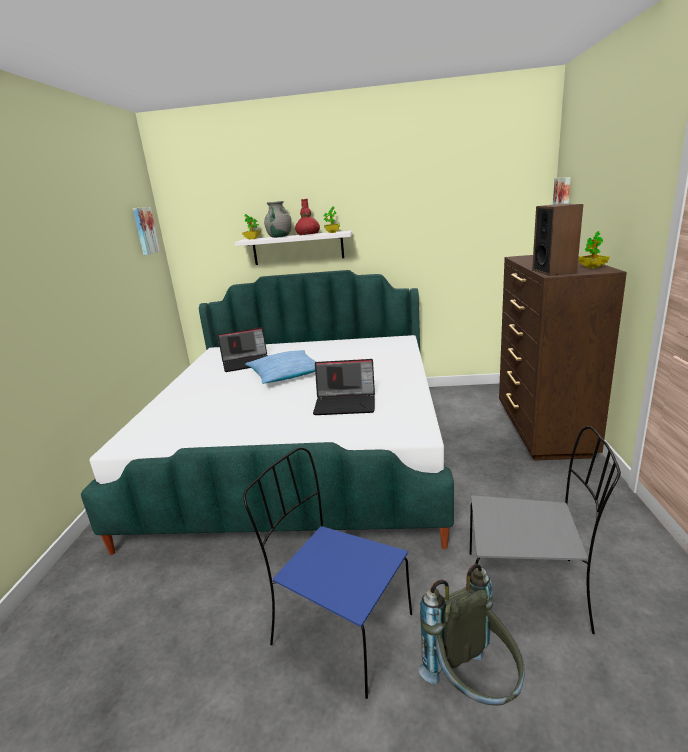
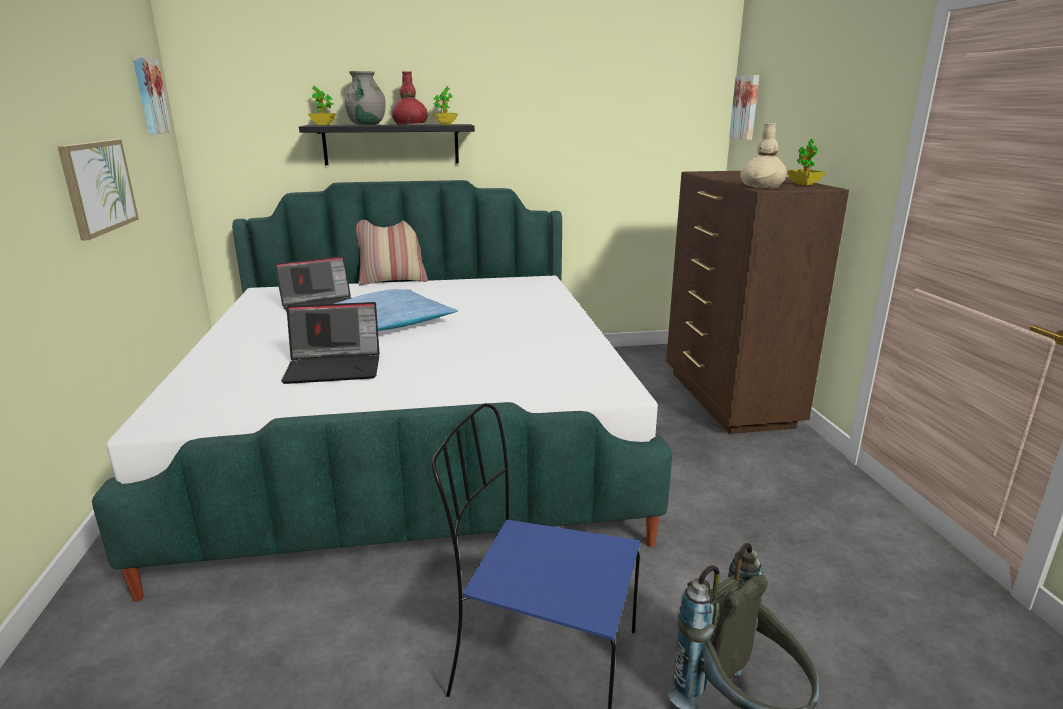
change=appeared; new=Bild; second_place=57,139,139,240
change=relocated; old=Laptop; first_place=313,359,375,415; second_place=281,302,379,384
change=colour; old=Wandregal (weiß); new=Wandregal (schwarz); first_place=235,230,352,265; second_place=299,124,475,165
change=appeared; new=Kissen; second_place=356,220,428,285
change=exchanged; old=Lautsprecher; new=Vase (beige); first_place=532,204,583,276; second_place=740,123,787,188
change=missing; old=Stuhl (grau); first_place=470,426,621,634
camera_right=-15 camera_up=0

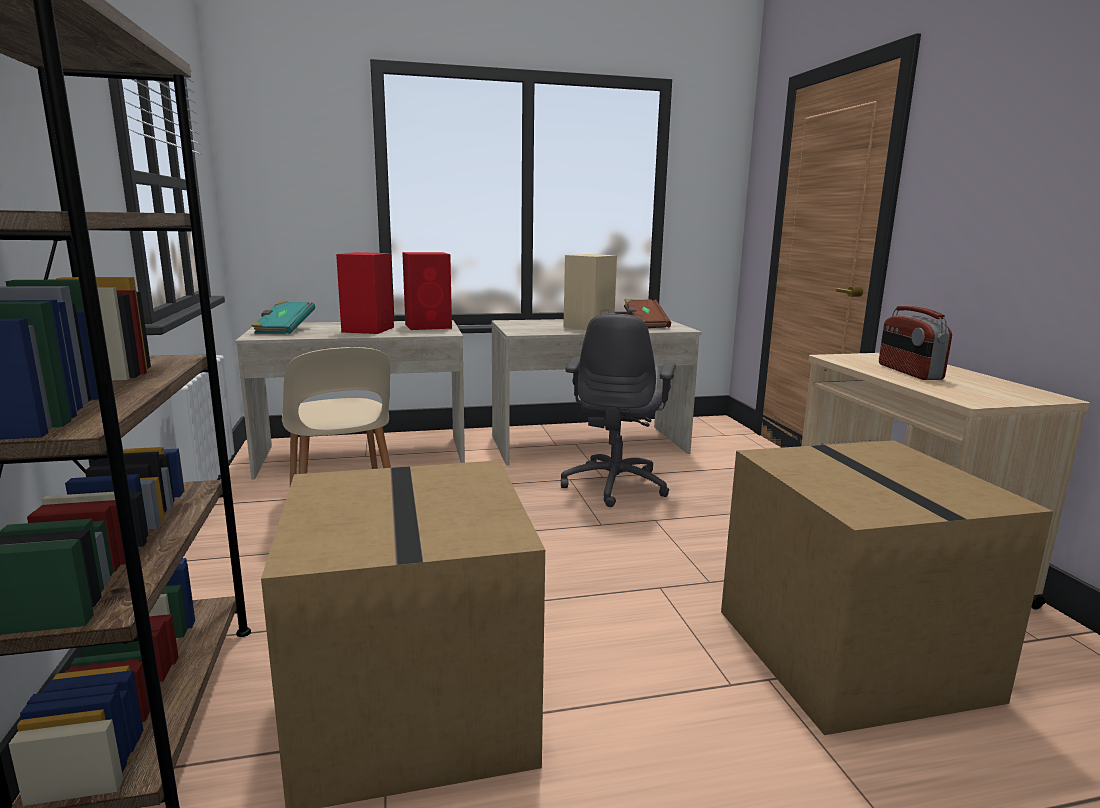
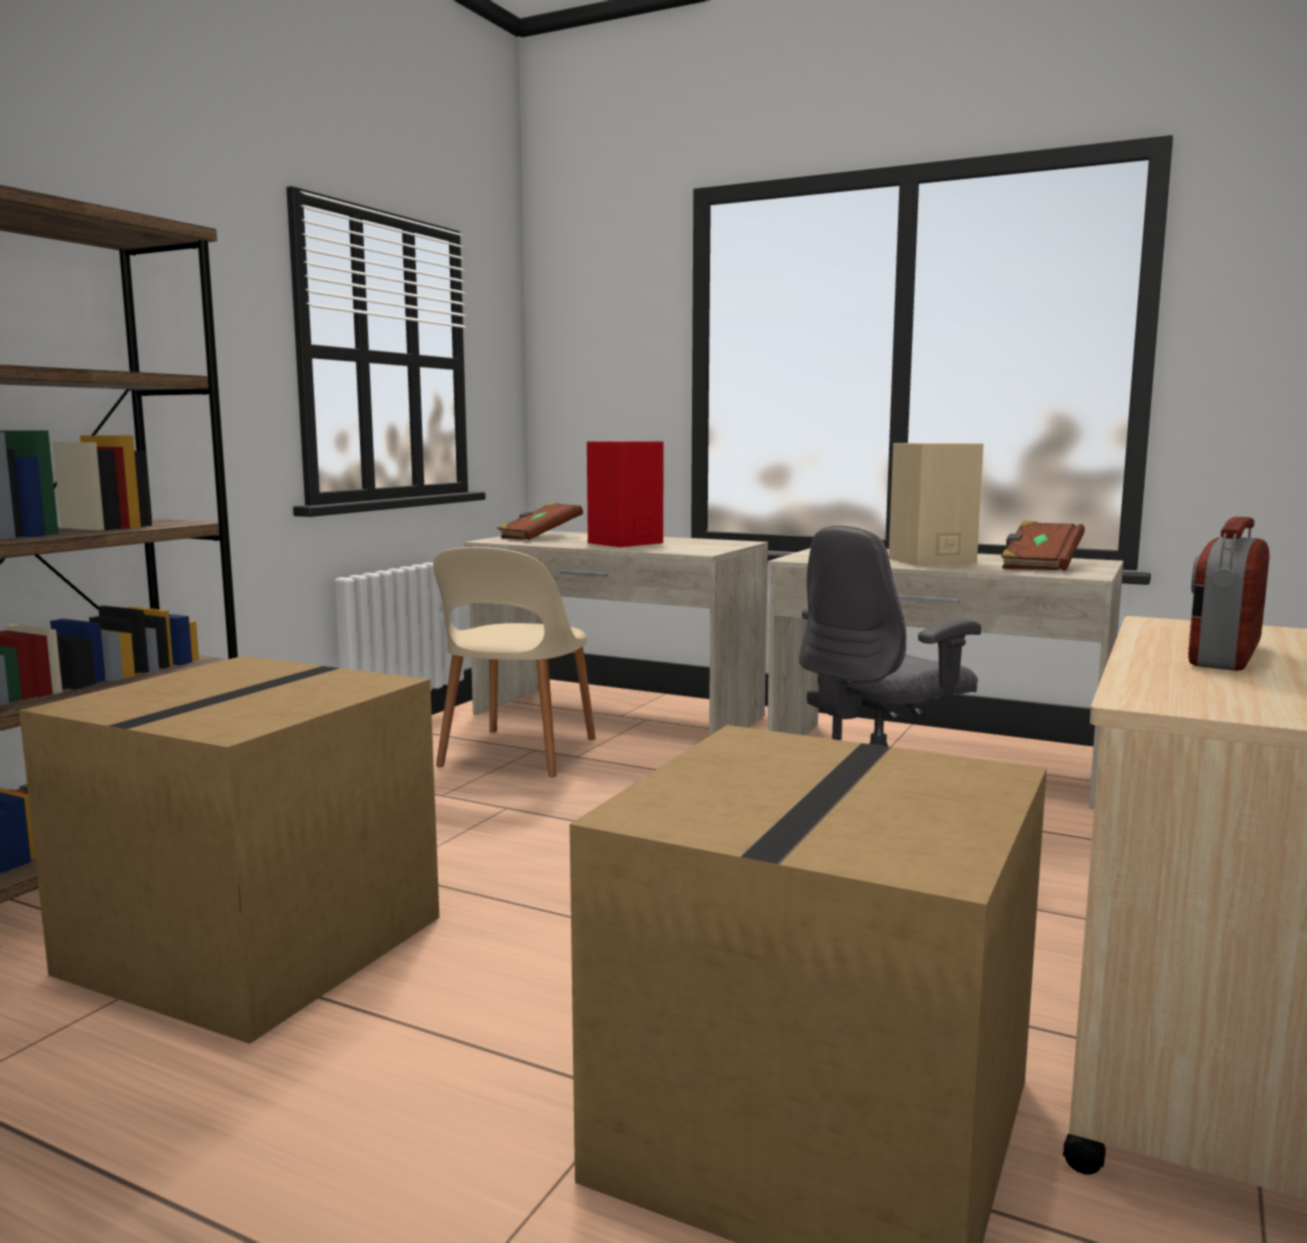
change=colour; old=Buch (türkis); new=Buch (braun); first_place=252,301,315,334; second_place=497,502,583,540
change=missing; old=Lautsprecher (rot); first_place=402,252,452,330
camera_right=40 camera_up=-5

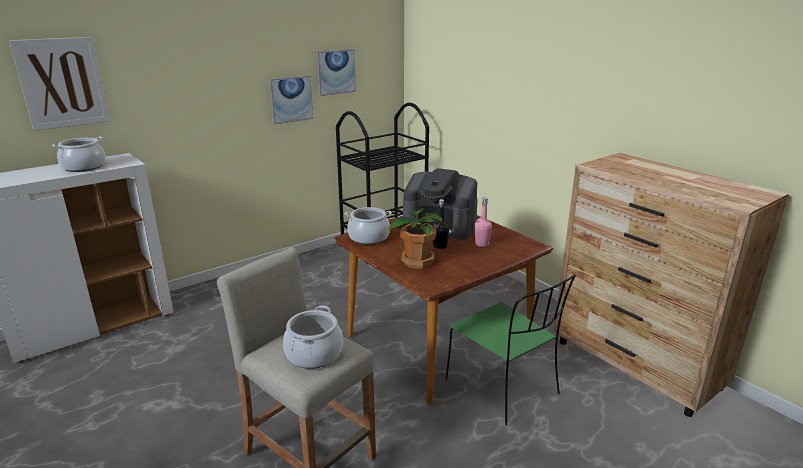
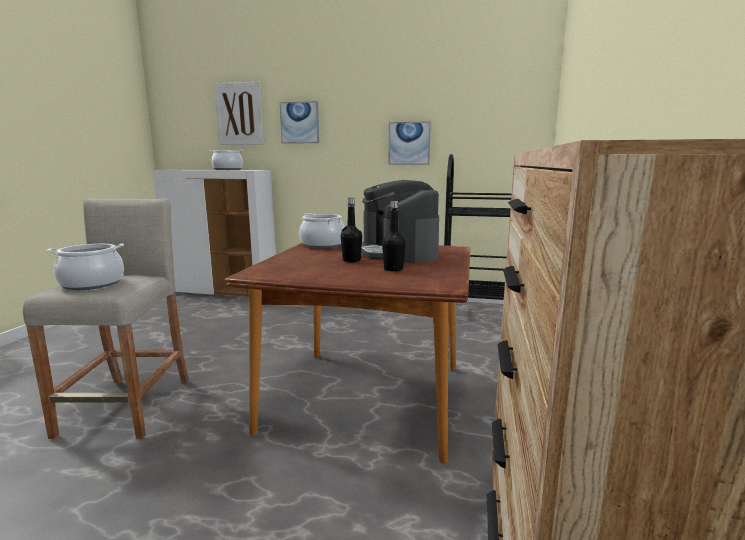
change=relocated; old=Bild; first_place=316,49,356,96; second_place=280,101,319,144
change=colour; old=Flasche (rosa); new=Flasche (schwarz); first_place=475,197,492,247; second_place=382,201,406,272
change=missing; old=Topfpflanze; first_place=388,208,442,269
change=missing; old=Stuhl (grün); first_place=445,274,576,426
camera_right=50 camera_up=-10

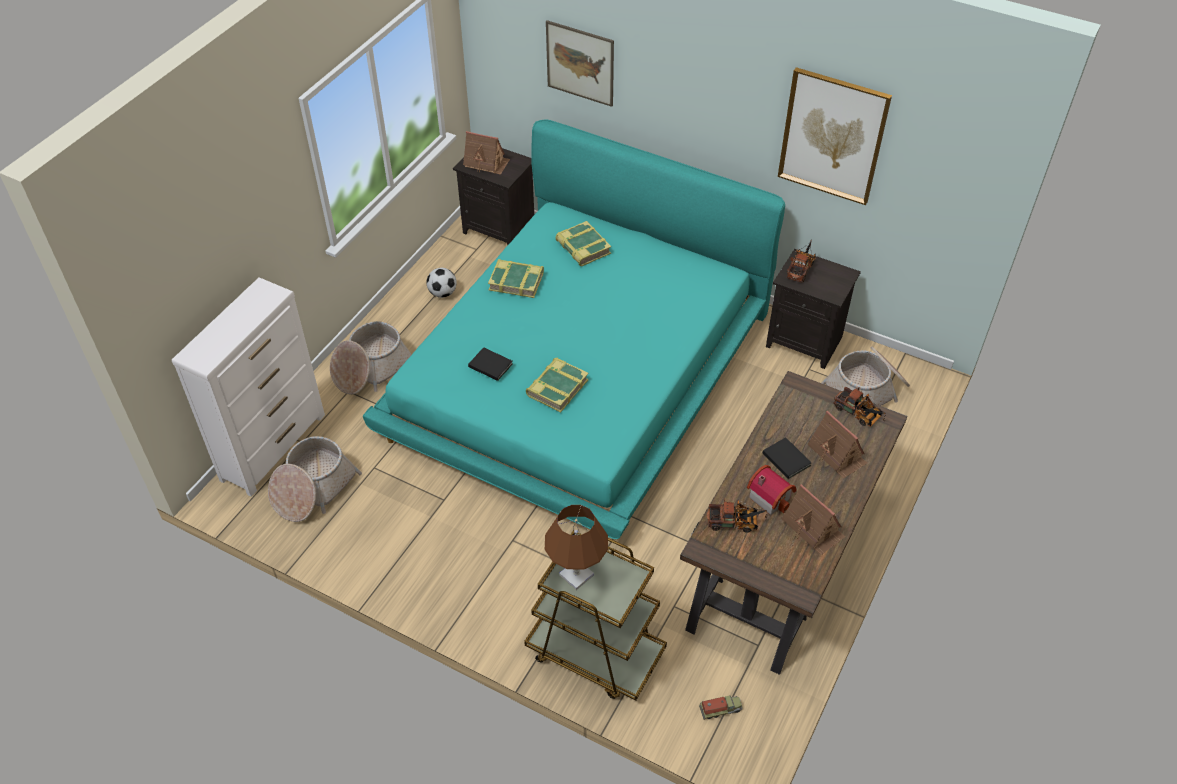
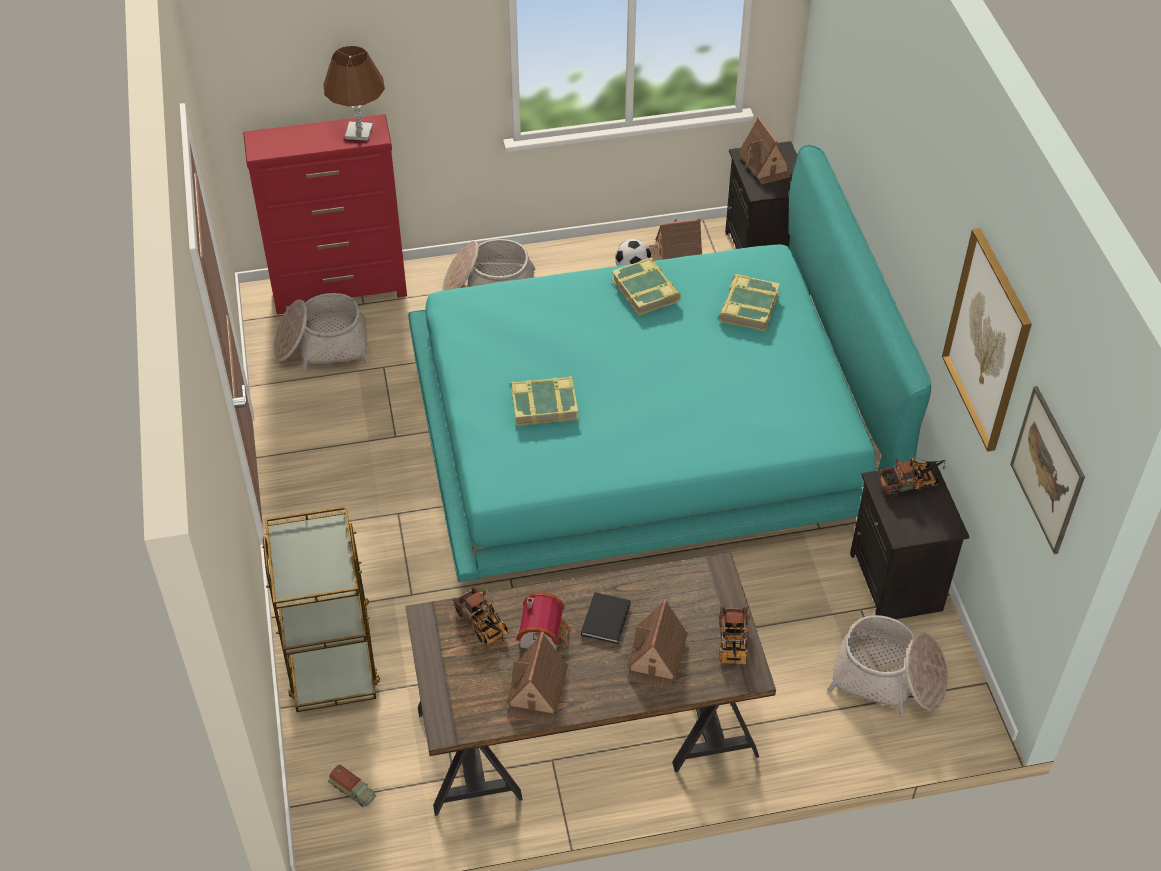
change=colour; old=Kommode (weiß); new=Kommode (rot); first_place=172,277,325,496; second_place=243,114,407,314
change=relocated; old=Tischlampe (braun); first_place=545,505,608,590; second_place=323,46,385,141
change=appeared; new=Spielzeughaus; second_place=649,219,702,260
change=relocated; old=Bild; first_place=546,20,614,107; second_place=1010,386,1085,554
change=missing; old=Buch (schwarz); first_place=468,347,513,381
camera_right=50 camera_up=0

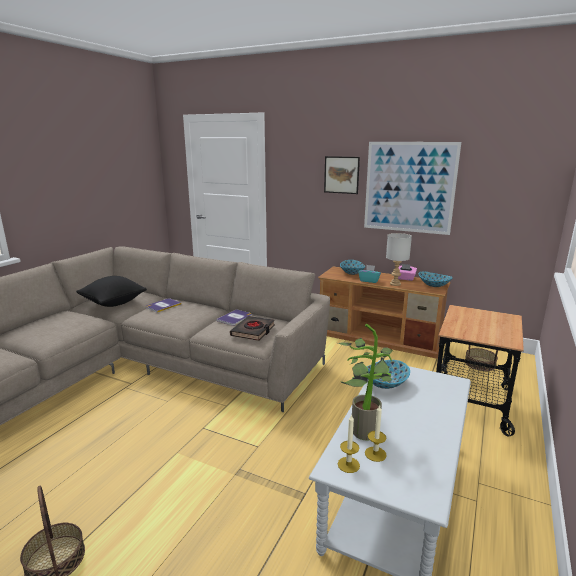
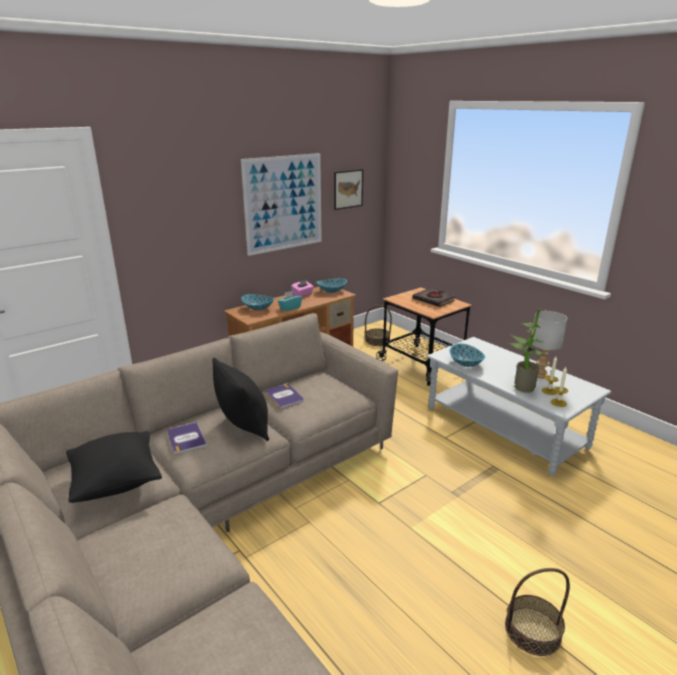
change=appeared; new=Kissen (schwarz); second_place=212,358,269,441
change=relocated; old=Bild; first_place=324,156,360,194; second_place=334,169,363,210
change=relocated; old=Buch (schwarz); first_place=230,316,275,341; second_place=413,289,455,307
change=relocated; old=Tischlampe (grau); first_place=386,233,412,286; second_place=532,311,567,379
camera_right=-65 camera_up=5

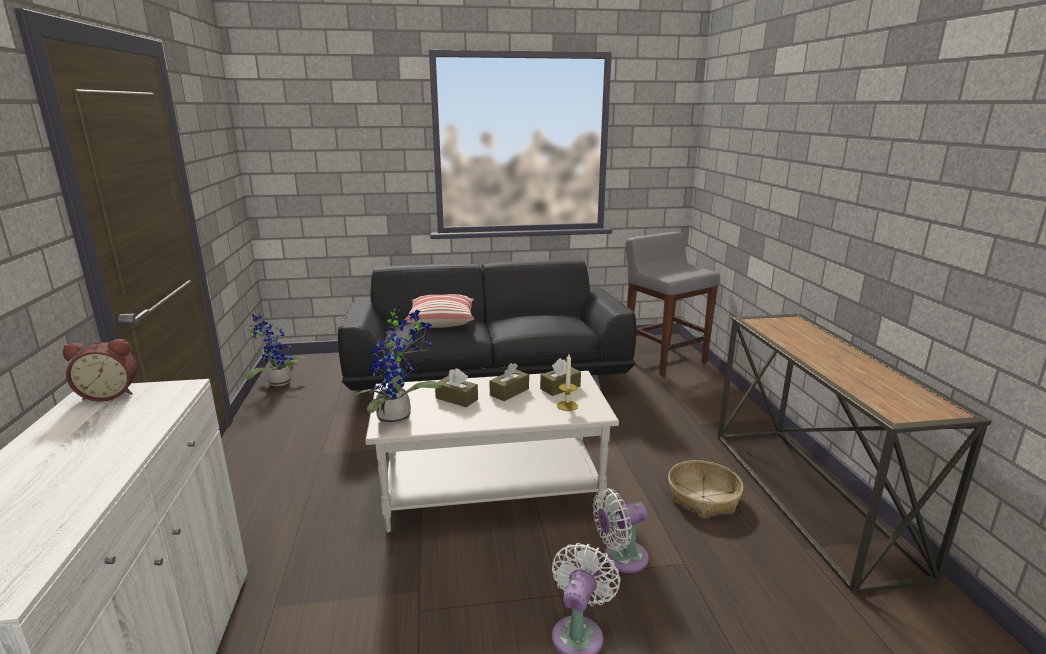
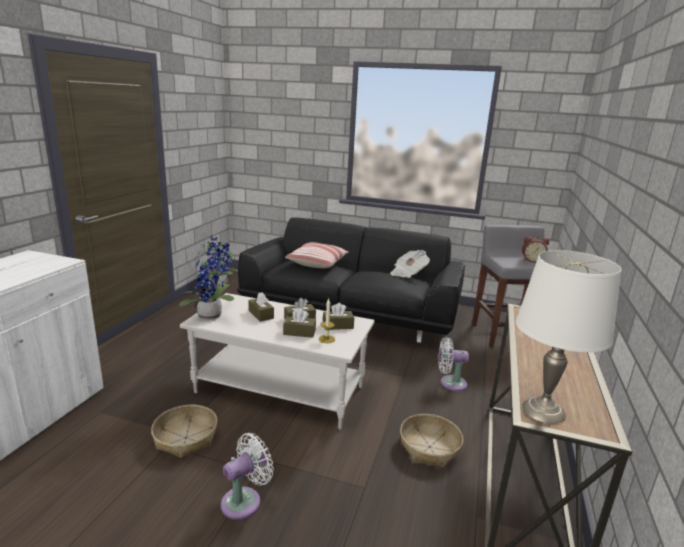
change=appeared; new=Korb; second_place=151,405,218,458
change=appeared; new=Taschentuchbox (braun); second_place=283,309,316,338
change=appeared; new=Zeitung; second_place=390,250,430,278
change=relocated; old=Ventilator (weiß); first_place=593,488,649,573; second_place=439,337,469,392
change=appeared; new=Tischlampe (weiß); second_place=516,250,622,424
change=relocated; old=Wecker; first_place=63,339,137,402; second_place=522,236,549,263
camera_right=25 camera_up=0

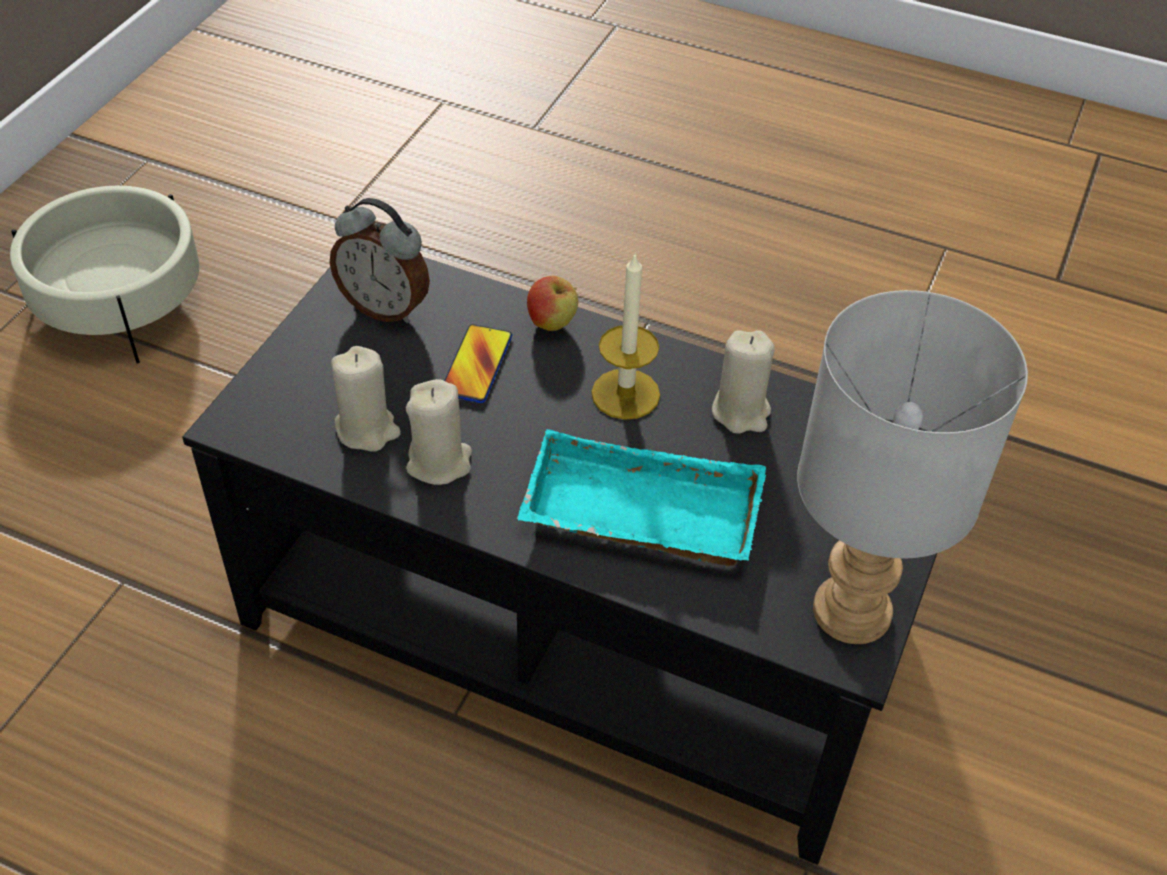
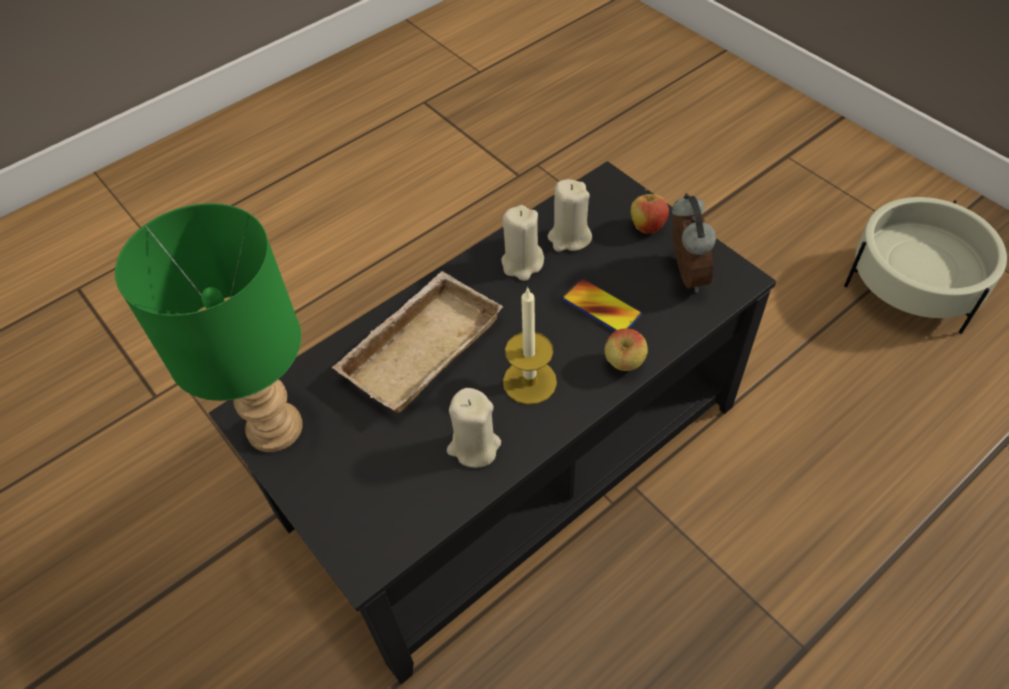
change=colour; old=Tischlampe (grau); new=Tischlampe (grün); first_place=797,290,1028,644; second_place=115,203,303,452
change=colour; old=Tablett (türkis); new=Tablett (beige); first_place=517,429,766,566; second_place=332,271,503,413
change=appeared; new=Apfel; second_place=631,189,669,234
change=spun; old=Wecker; first_place=330,198,430,323; second_place=672,193,716,293; degrees=120
camera_right=120 camera_up=5

